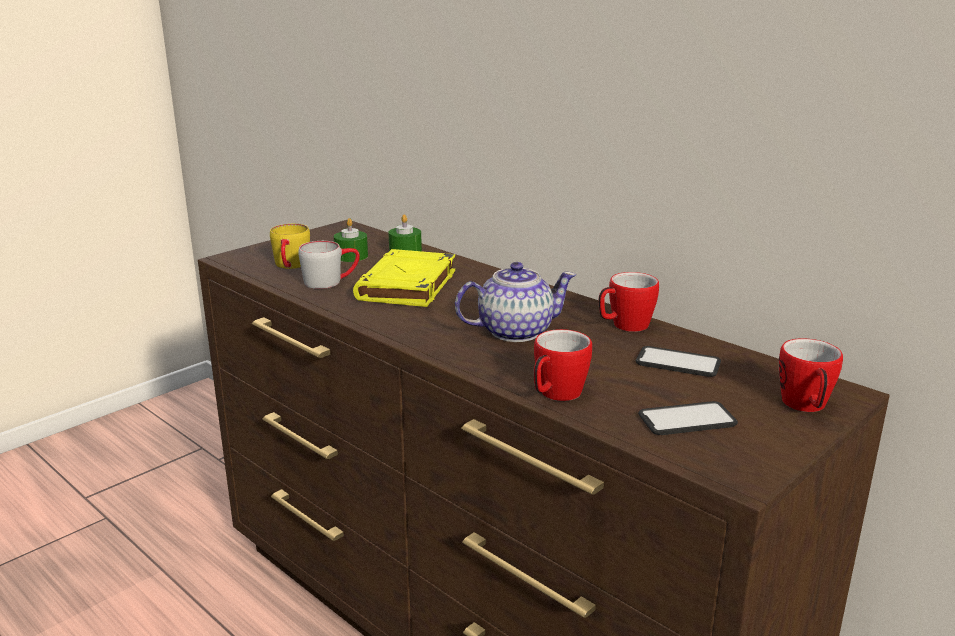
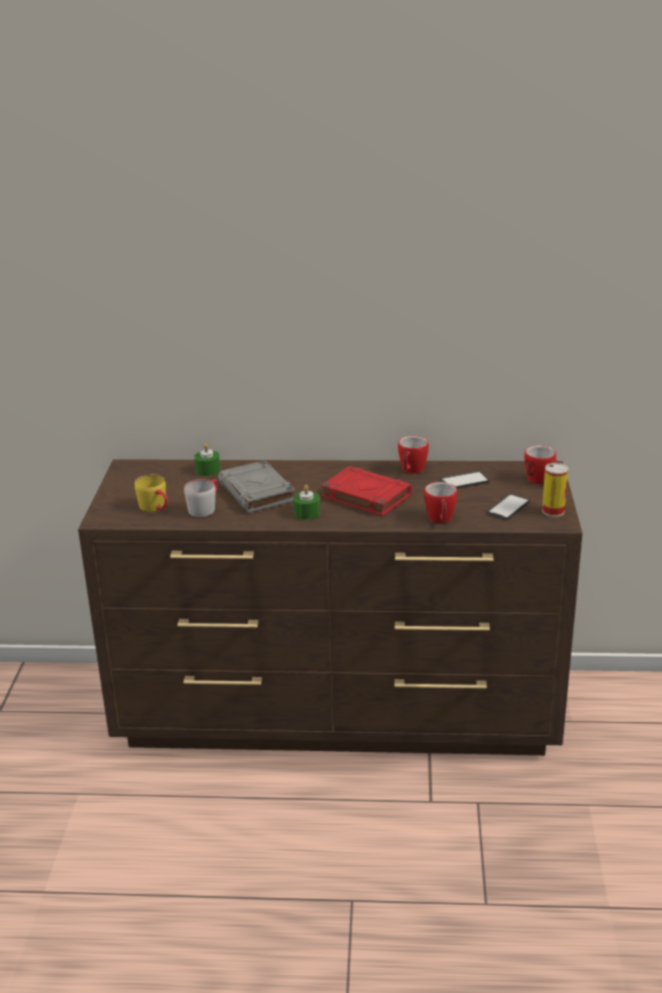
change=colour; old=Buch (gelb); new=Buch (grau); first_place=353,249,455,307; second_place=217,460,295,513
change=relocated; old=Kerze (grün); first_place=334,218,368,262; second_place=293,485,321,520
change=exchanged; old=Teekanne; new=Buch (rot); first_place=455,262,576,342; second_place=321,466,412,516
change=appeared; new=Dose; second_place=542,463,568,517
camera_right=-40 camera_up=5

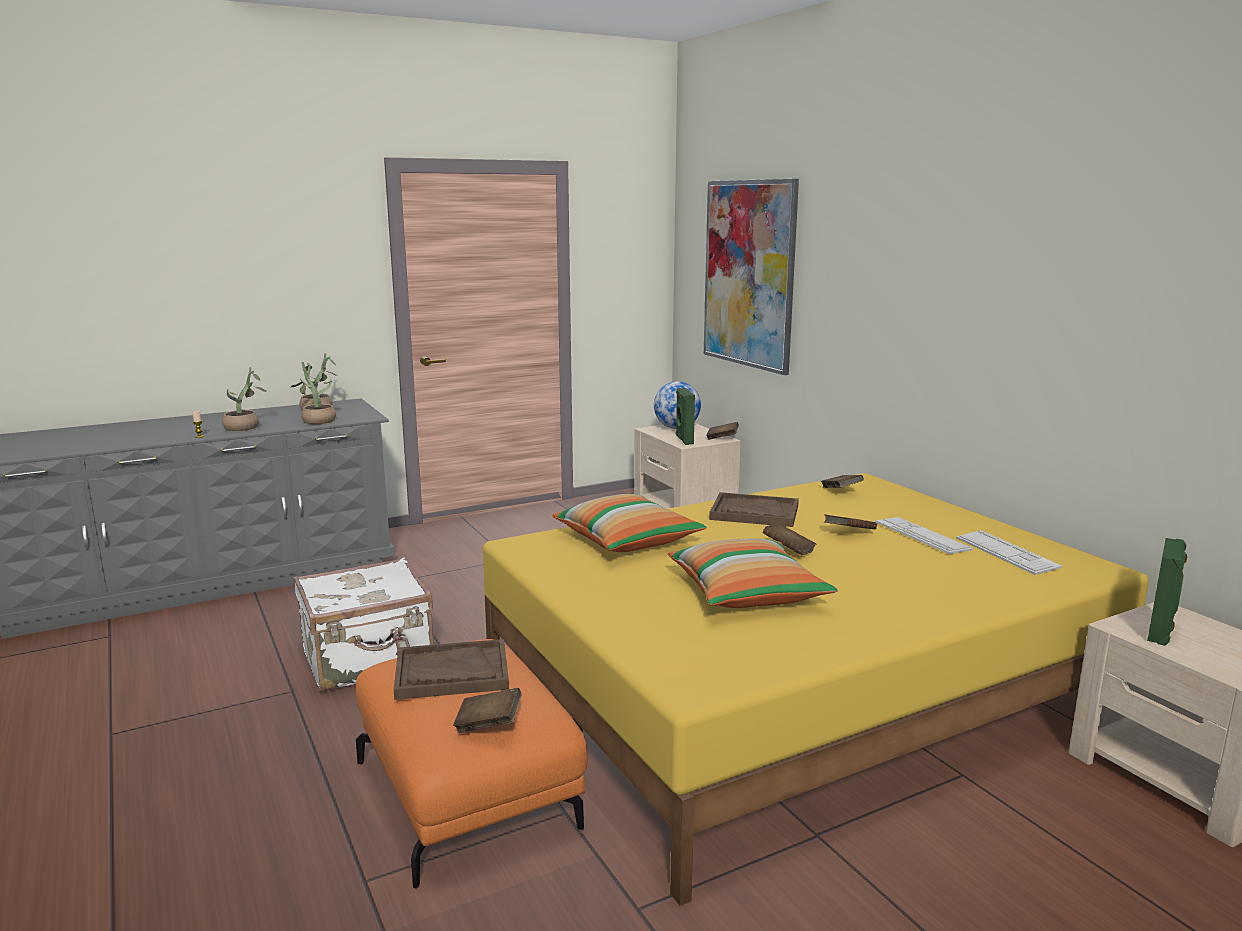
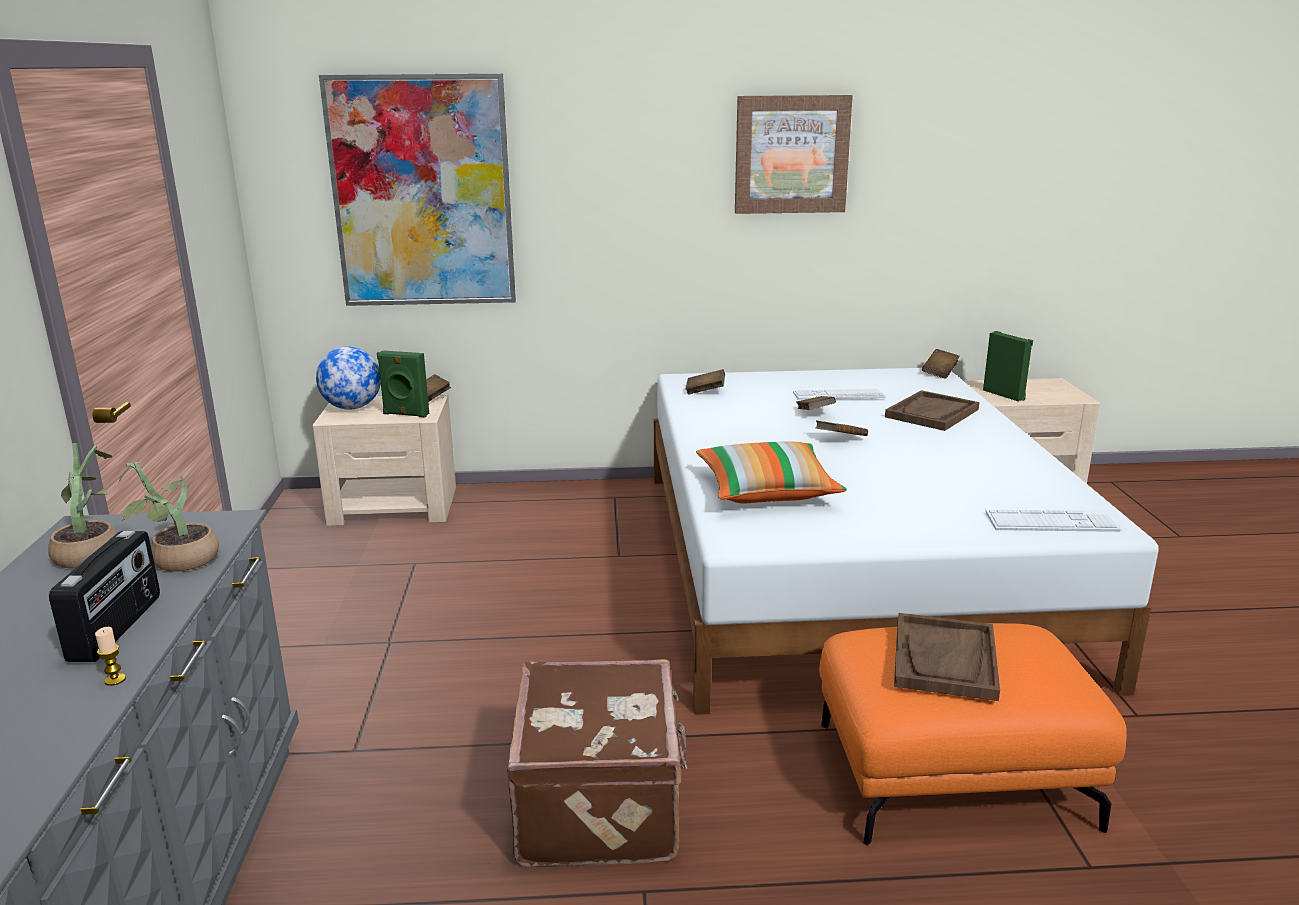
change=exchanged; old=Topfpflanze; new=Radio; first_place=222,367,267,431; second_place=49,530,160,662
change=colour; old=Koffer (weiß); new=Koffer (braun); first_place=294,557,434,692; second_place=507,659,687,867
change=colour; old=Bett (gelb); new=Bett (weiß); first_place=483,473,1149,906; second_place=654,368,1159,715
change=appeared; new=Bild; second_place=735,95,853,214
change=relocated; old=Tablett (braun); first_place=709,492,799,527; second_place=885,390,979,431
change=relocated; old=Buch (braun); first_place=453,688,522,733; second_place=922,349,960,379
change=relocated; old=Tastatur; first_place=956,530,1062,575; second_place=985,510,1121,532
change=missing; old=Kissen; first_place=668,538,838,608
camera_right=-65 camera_up=5

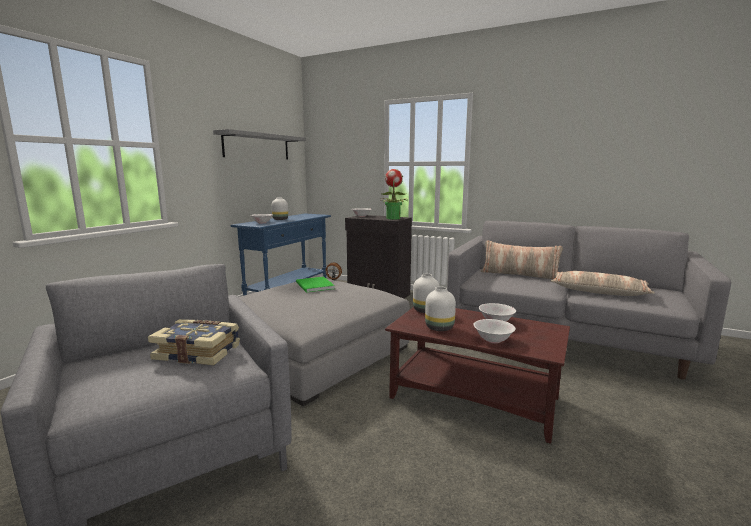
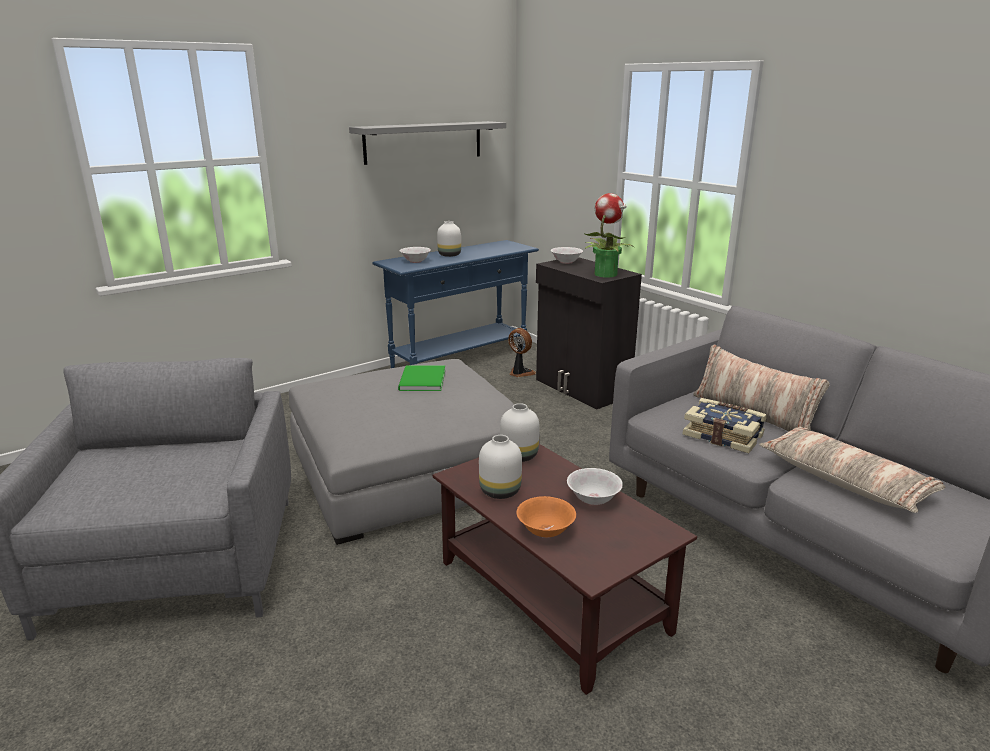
change=colour; old=Schüssel (weiß); new=Schüssel (orange); first_place=473,319,516,343; second_place=516,496,576,538
change=relocated; old=Buch; first_place=148,319,240,365; second_place=683,398,767,453
camera_right=25 camera_up=10

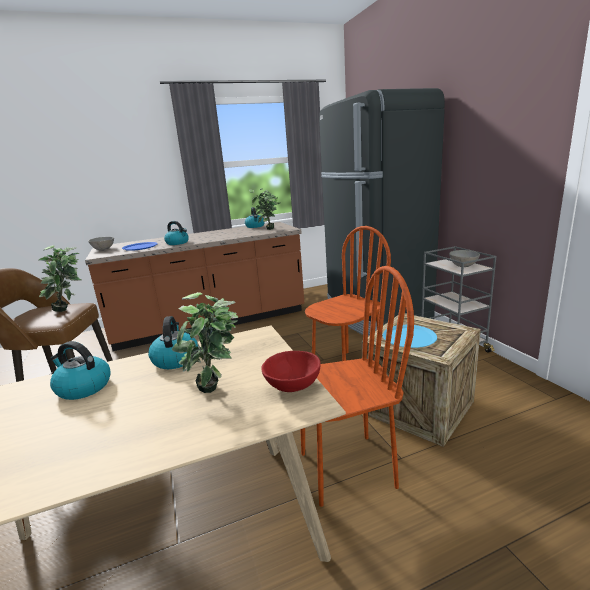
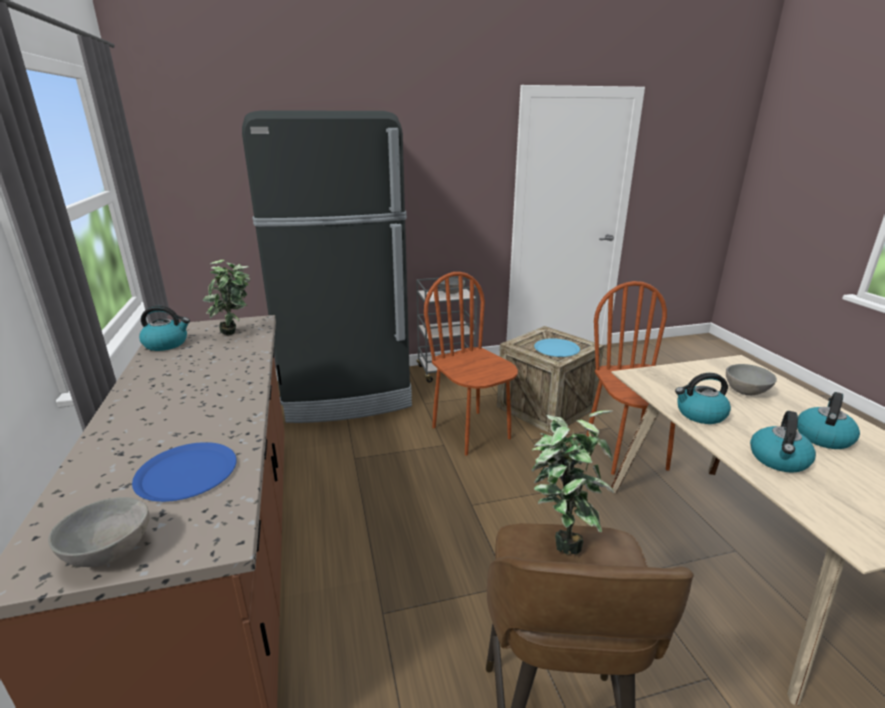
change=exchanged; old=Topfpflanze; new=Schüssel (grau); first_place=172,292,238,393; second_place=726,364,777,395
change=relocated; old=Wasserkessel; first_place=164,221,189,245; second_place=797,392,860,449
change=missing; old=Schüssel (rot); first_place=261,351,321,392
camera_right=-85 camera_up=5

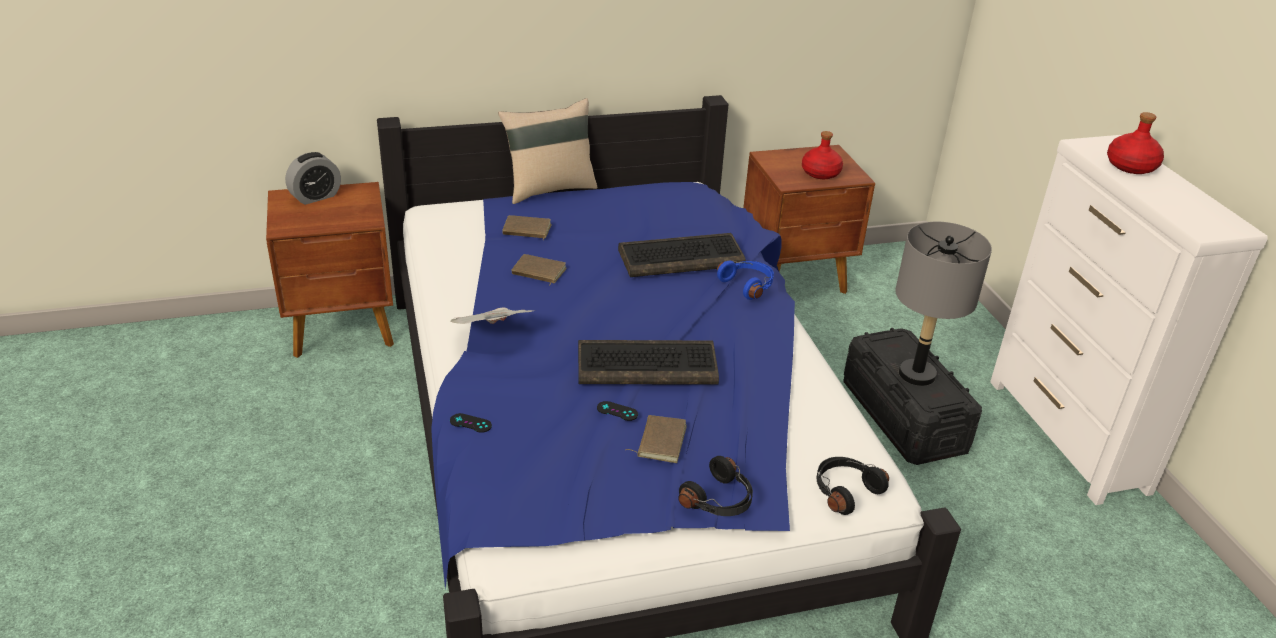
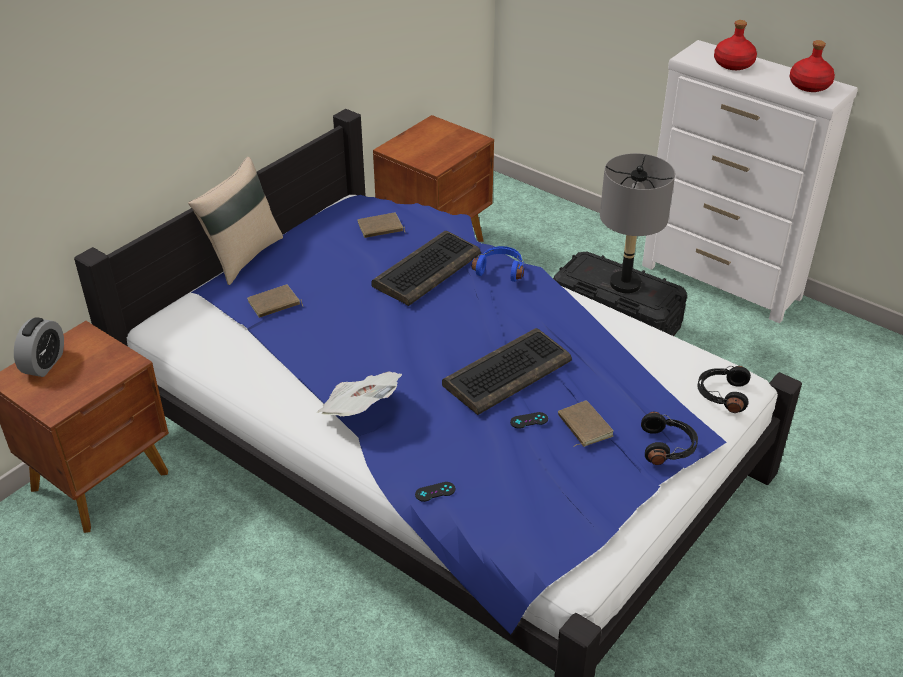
change=relocated; old=Buch (braun); first_place=511,254,567,284; second_place=357,212,405,238
change=relocated; old=Flasche (rot); first_place=802,131,843,179; second_place=789,40,835,92
camera_right=-35 camera_up=5

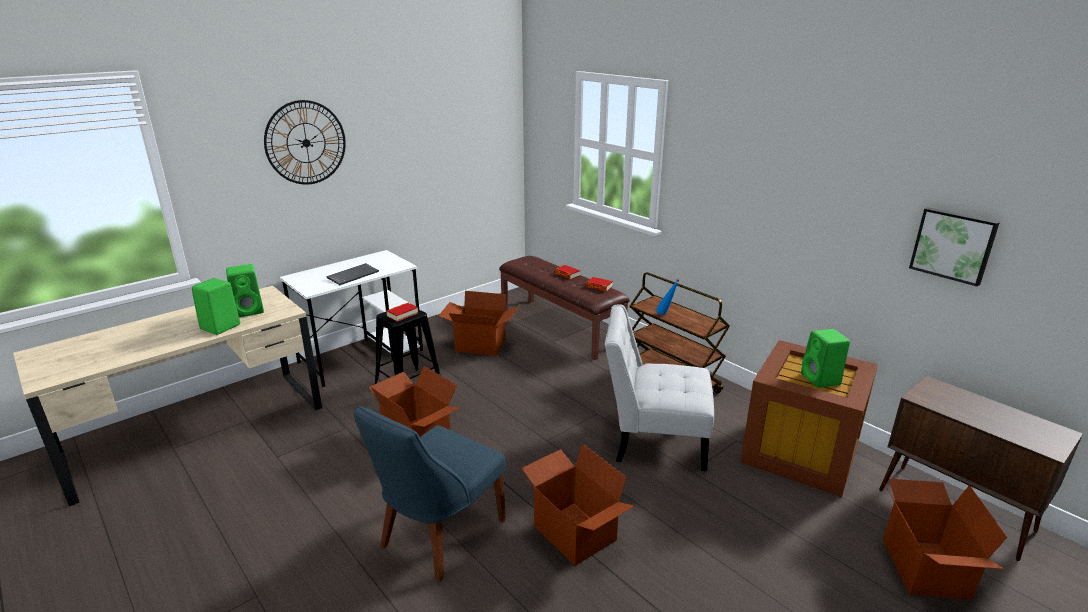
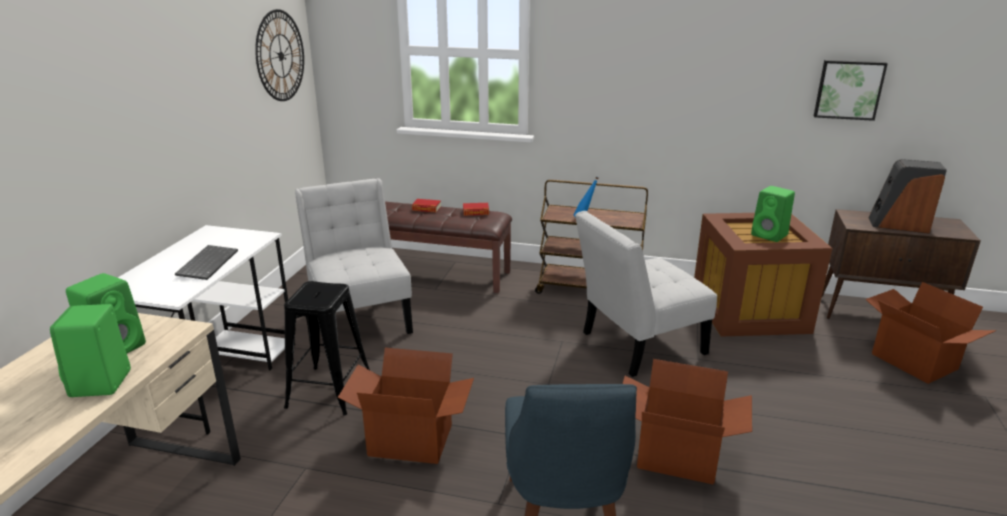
change=relocated; old=Wanduhr; first_place=264,100,346,184; second_place=255,9,304,101
change=exchanged; old=Karton; new=Stuhl (weiß); first_place=439,291,518,356; second_place=295,178,413,334
change=appeared; new=Lautsprecher; second_place=868,159,947,234
change=missing; old=Buch; first_place=386,303,418,322
camera_right=-35 camera_up=0

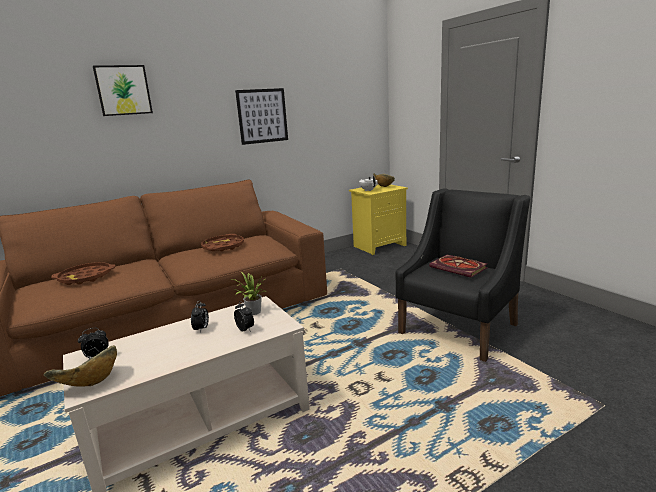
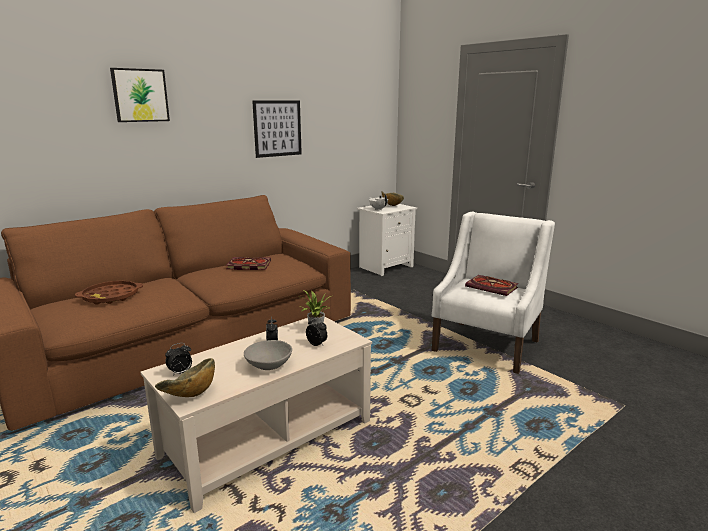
change=exchanged; old=Tablett (braun); new=Buch; first_place=201,234,244,251; second_place=226,257,271,270
change=appeared; new=Schüssel (grau); second_place=244,340,292,370
change=colour; old=Nachttisch (gelb); new=Nachttisch (weiß); first_place=349,184,408,255; second_place=357,204,417,276
change=colour; old=Sessel (schwarz); new=Sessel (weiß); first_place=396,188,530,362; second_place=431,211,555,374
camera_right=-10 camera_up=0

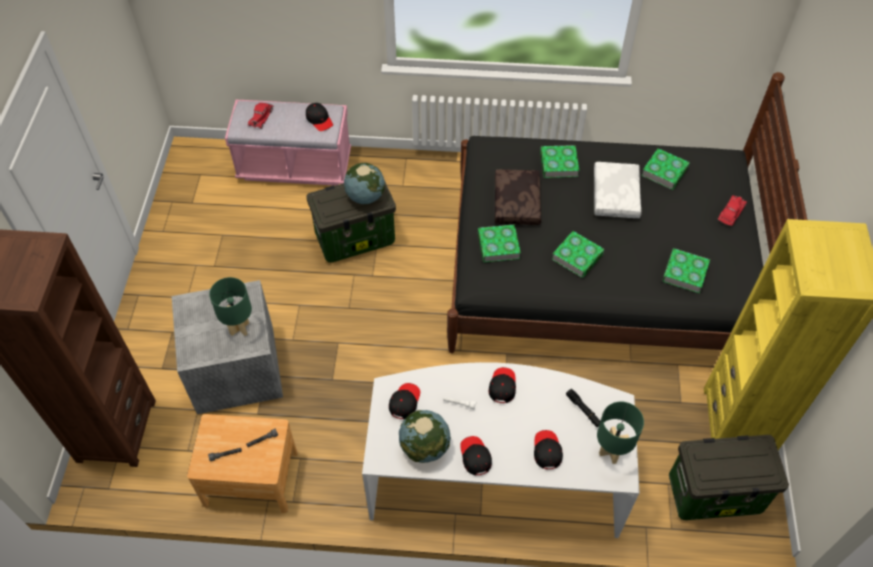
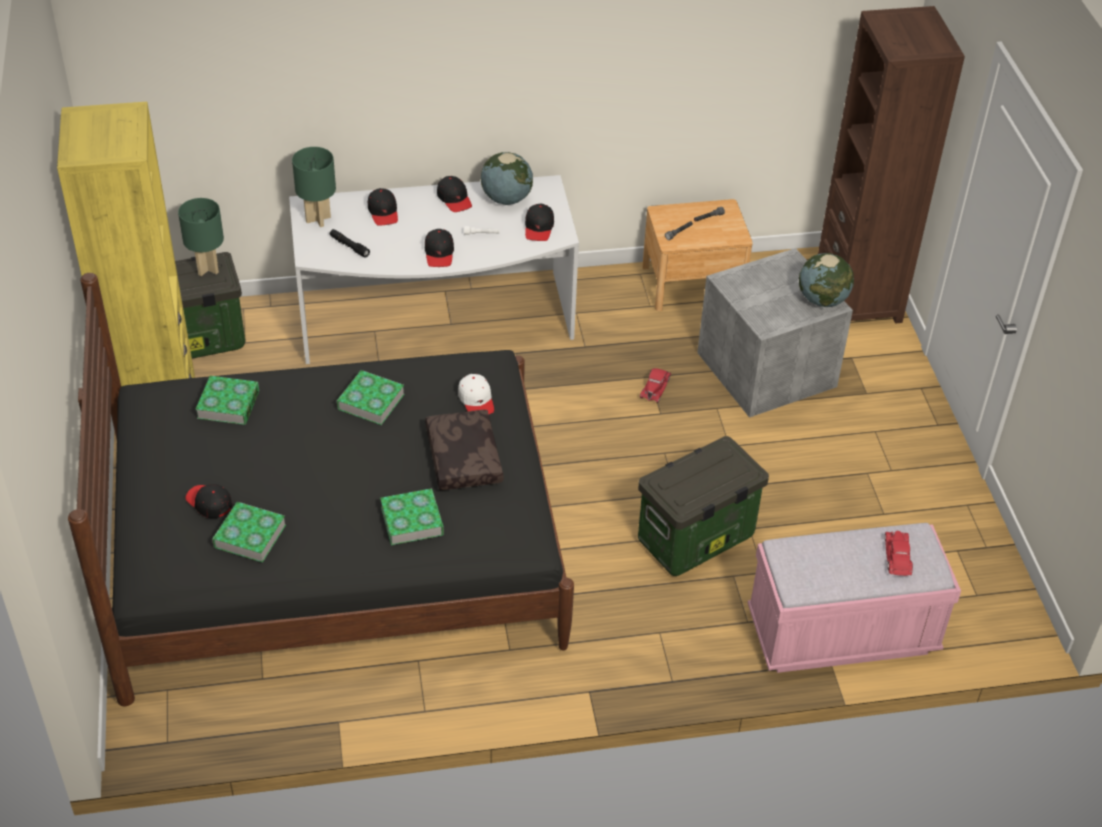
change=relocated; old=Tischlampe (grün); first_place=209,277,252,336; second_place=178,198,224,276
change=relocated; old=Kappe (schwarz); first_place=306,103,333,131; second_place=185,484,232,518
change=exchanged; old=Buch; new=Kappe (weiß); first_place=478,224,521,262; second_place=458,374,494,414
change=relocated; old=Spielzeugauto (rot); first_place=718,195,747,226; second_place=640,368,671,403
change=relocated; old=Globus; first_place=344,163,385,204; second_place=799,253,854,307
change=missing; old=Kissen (weiß); first_place=594,162,641,218
camera_right=165 camera_up=-10

